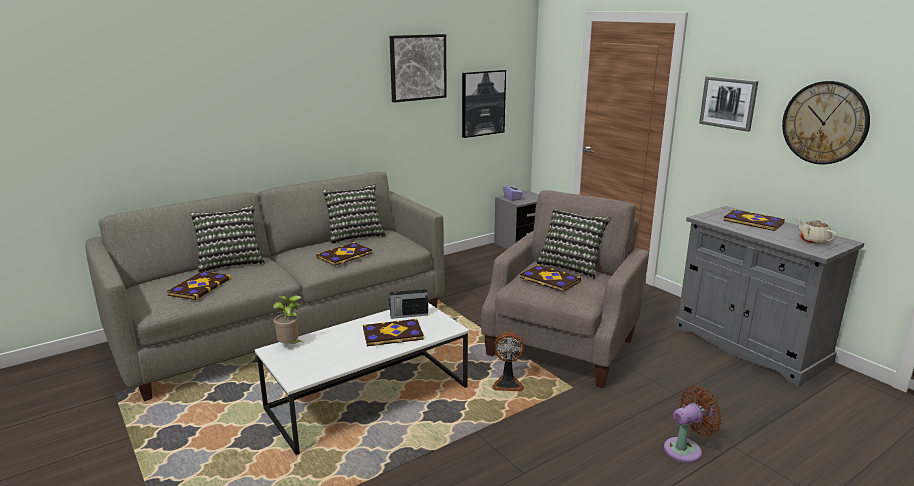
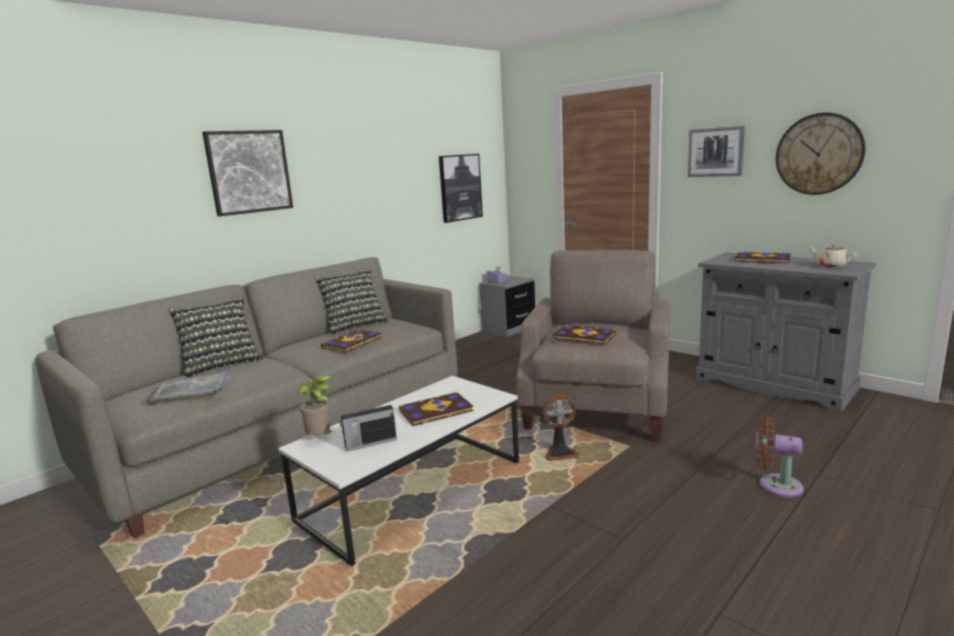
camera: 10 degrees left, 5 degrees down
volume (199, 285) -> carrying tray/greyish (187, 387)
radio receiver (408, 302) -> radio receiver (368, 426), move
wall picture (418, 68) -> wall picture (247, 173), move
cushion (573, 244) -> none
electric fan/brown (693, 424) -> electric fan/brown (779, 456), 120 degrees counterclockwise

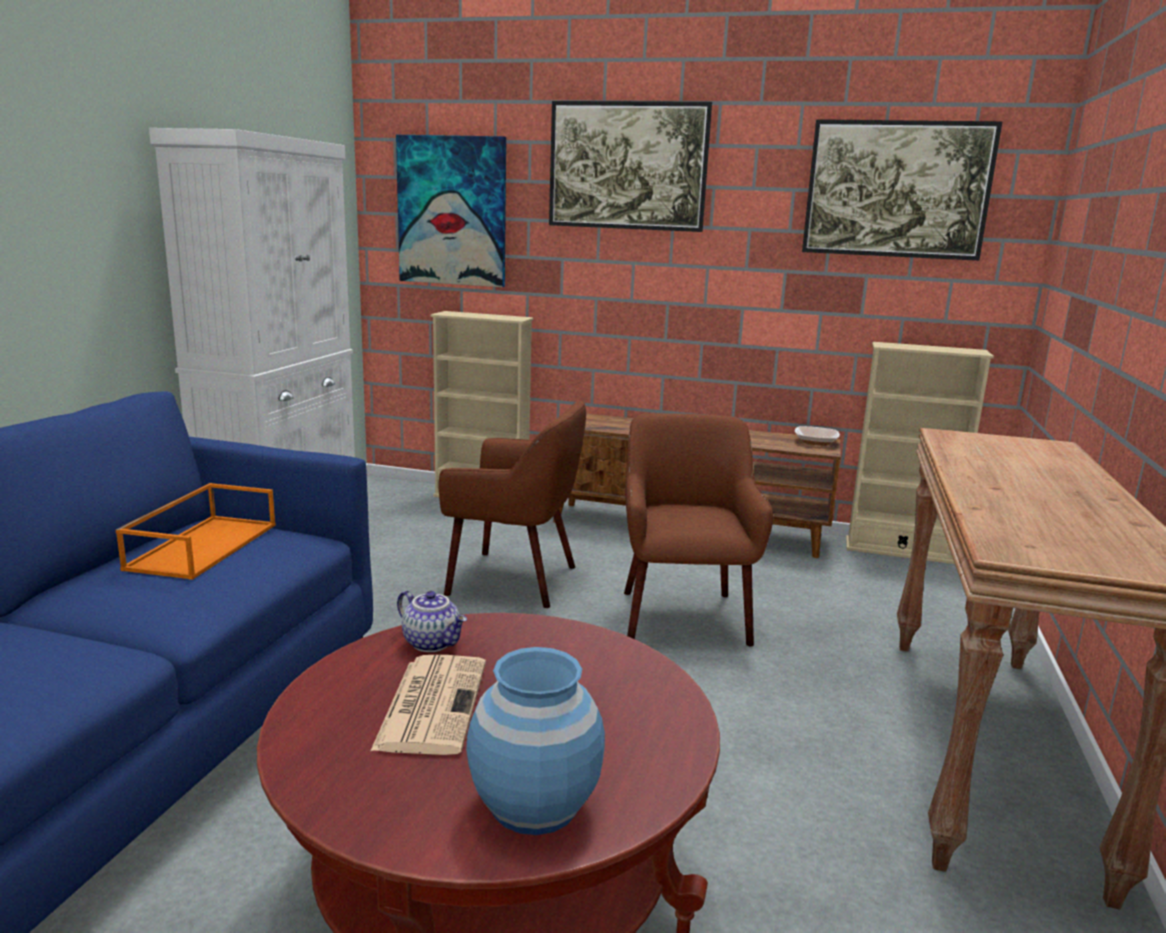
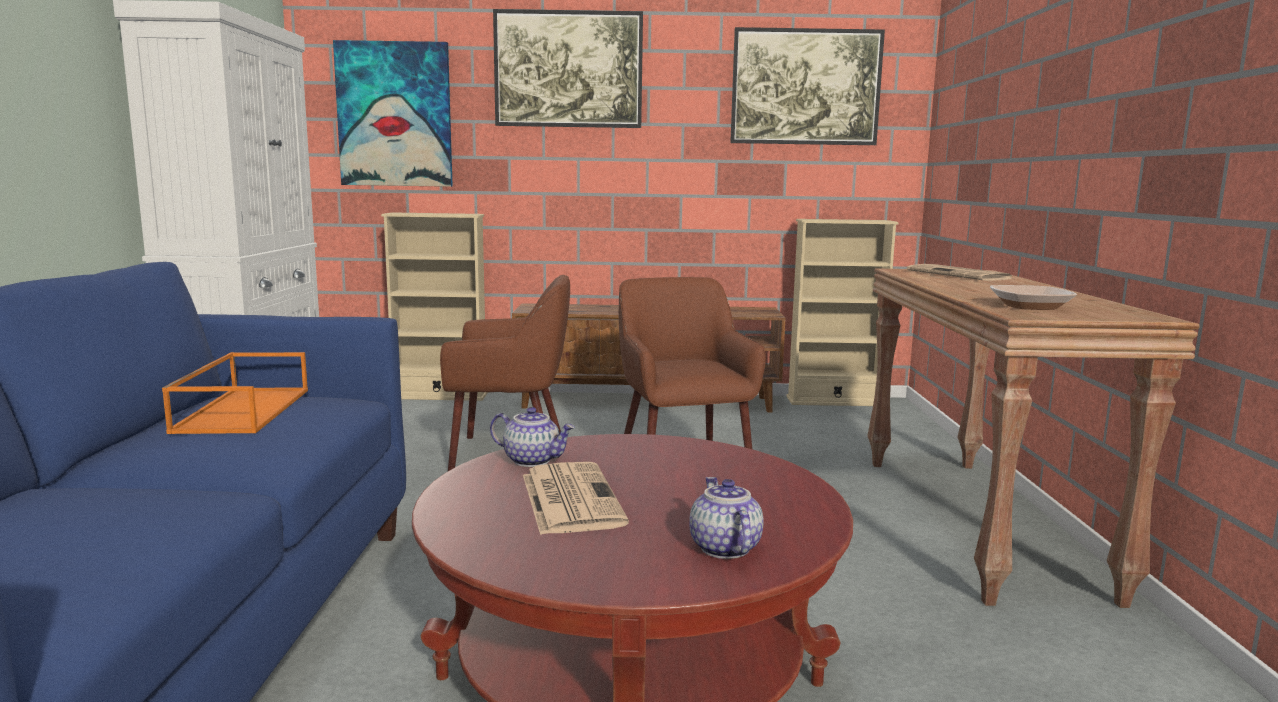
camera: 15 degrees left, 5 degrees down
decorative vase/blue-coloured (535, 741) -> teapot (726, 518)
bowl (817, 436) -> bowl (1033, 297), move
none -> printed paper (960, 272)

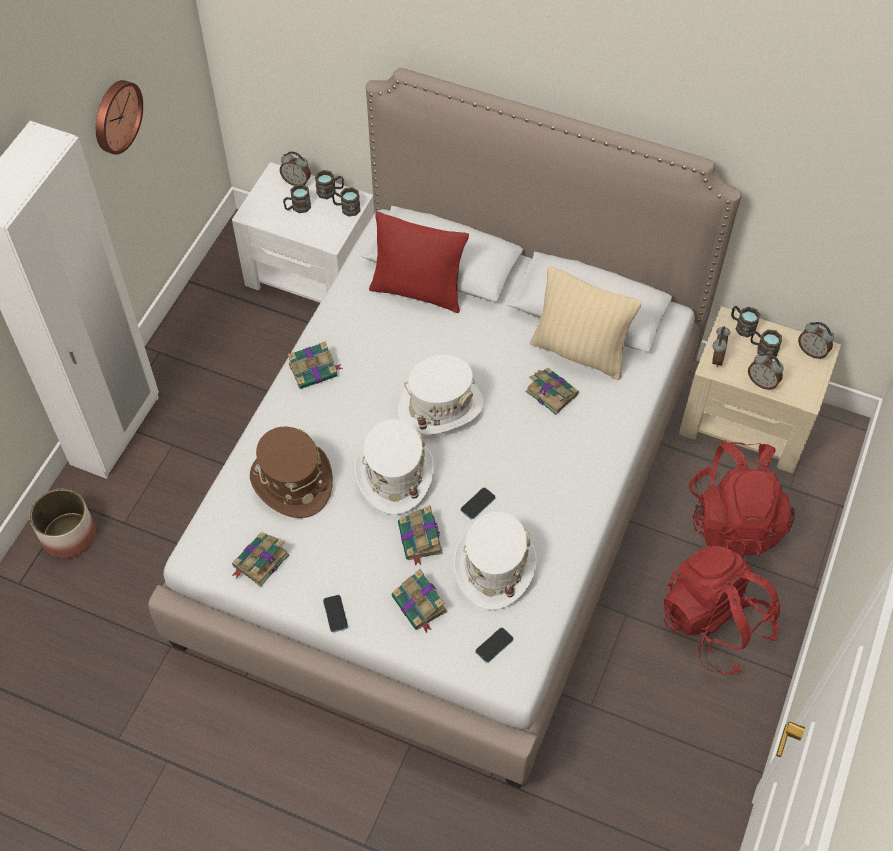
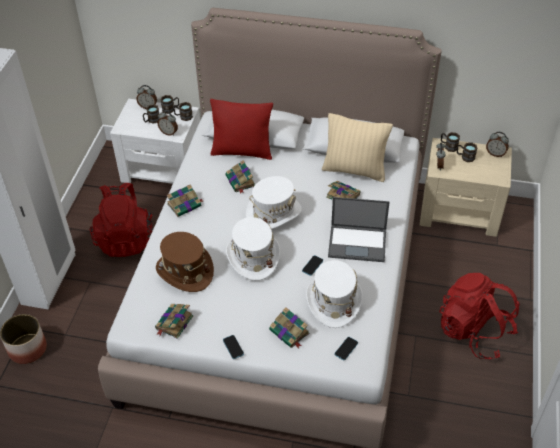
camera: 10 degrees left, 10 degrees down
clock on the wall (119, 117) -> none
volume (420, 535) -> volume (240, 176), move
rucksack/red-coloured (742, 498) -> rucksack/red-coloured (121, 220), move
bedside clock (766, 371) -> bedside clock (168, 123), move
none -> notebook computer (359, 229)

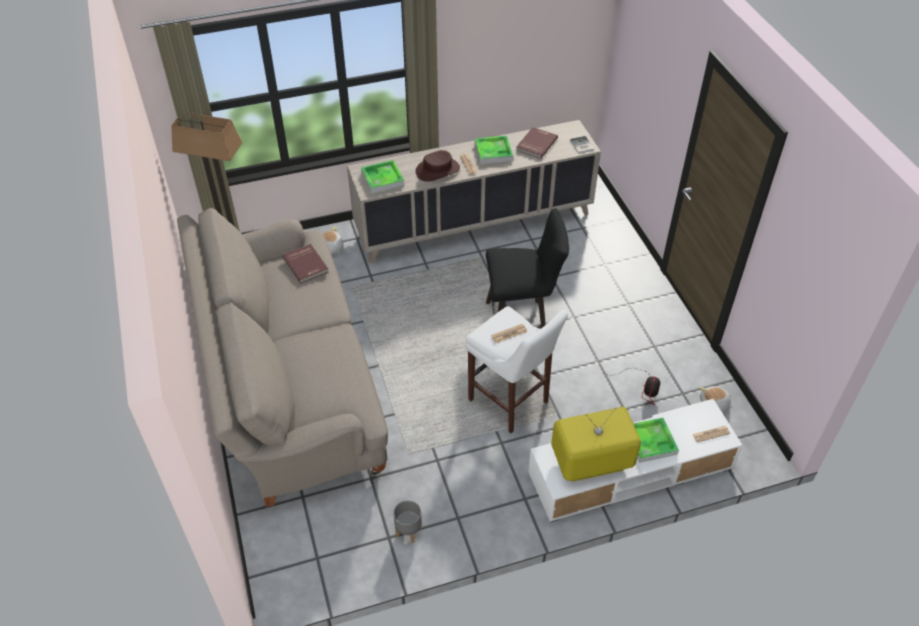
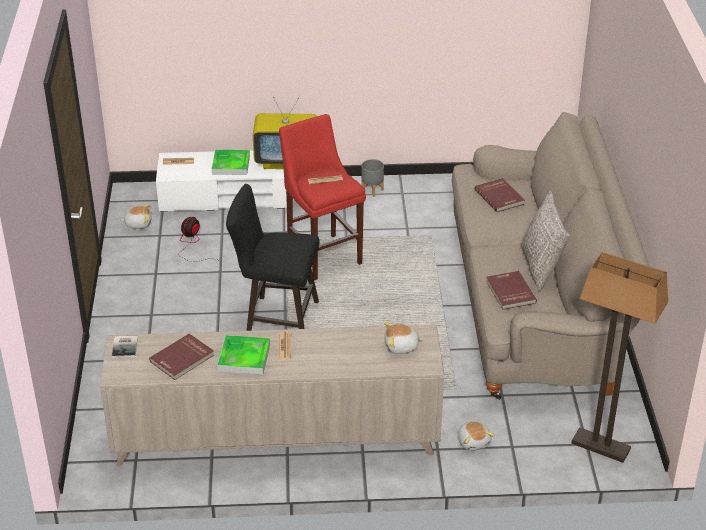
camera: 165 degrees left, 10 degrees down
carrying tray (382, 176) -> plush toy (404, 338)
flower pot/greyish (407, 522) -> flower pot/greyish (372, 178), move
clothing hat/brown (438, 166) -> none
sitting stool/whitish (516, 369) -> sitting stool/red-coloured (322, 197)
none -> volume/red-coloured (499, 195)
none -> cushion/greyish (545, 241)

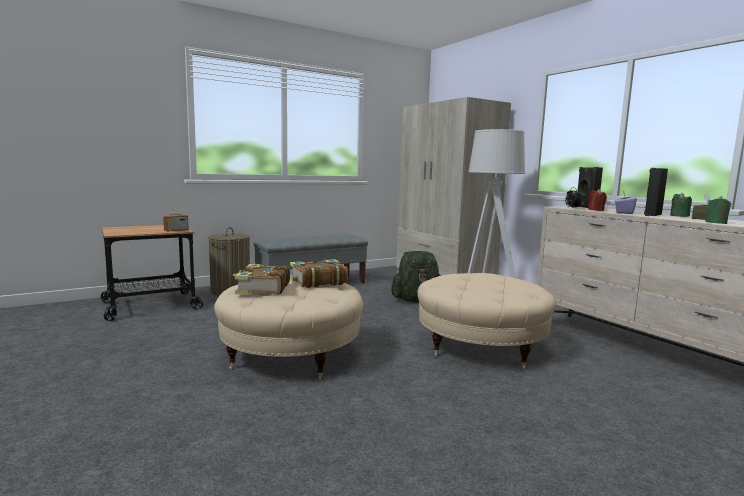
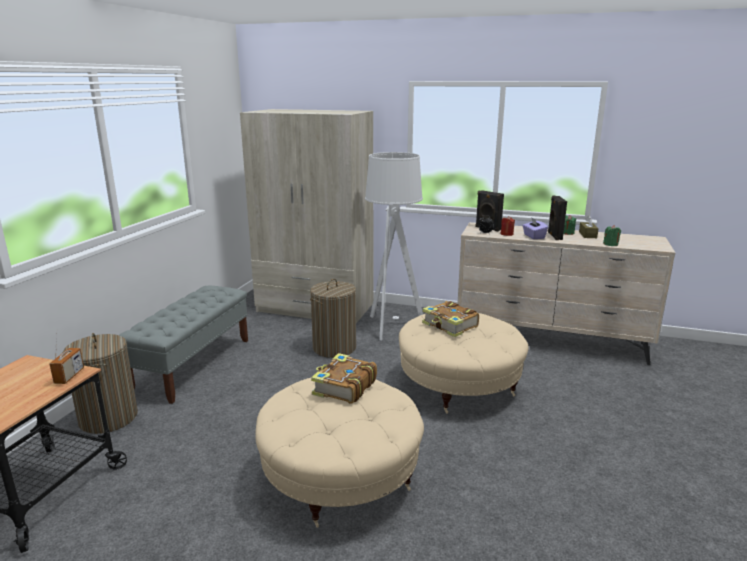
camera: 40 degrees left, 10 degrees up
volume (261, 279) -> volume (450, 319), move
rucksack/greenish (416, 277) -> hamper (333, 318)

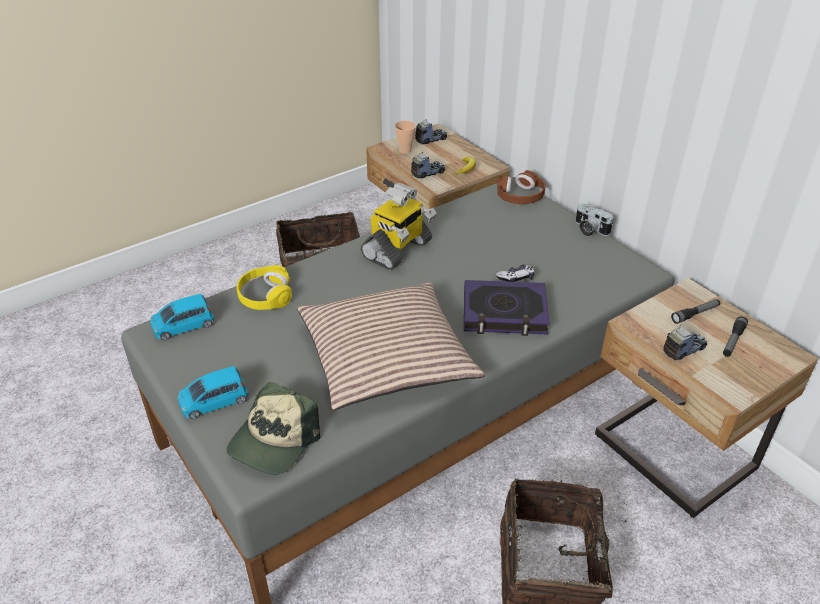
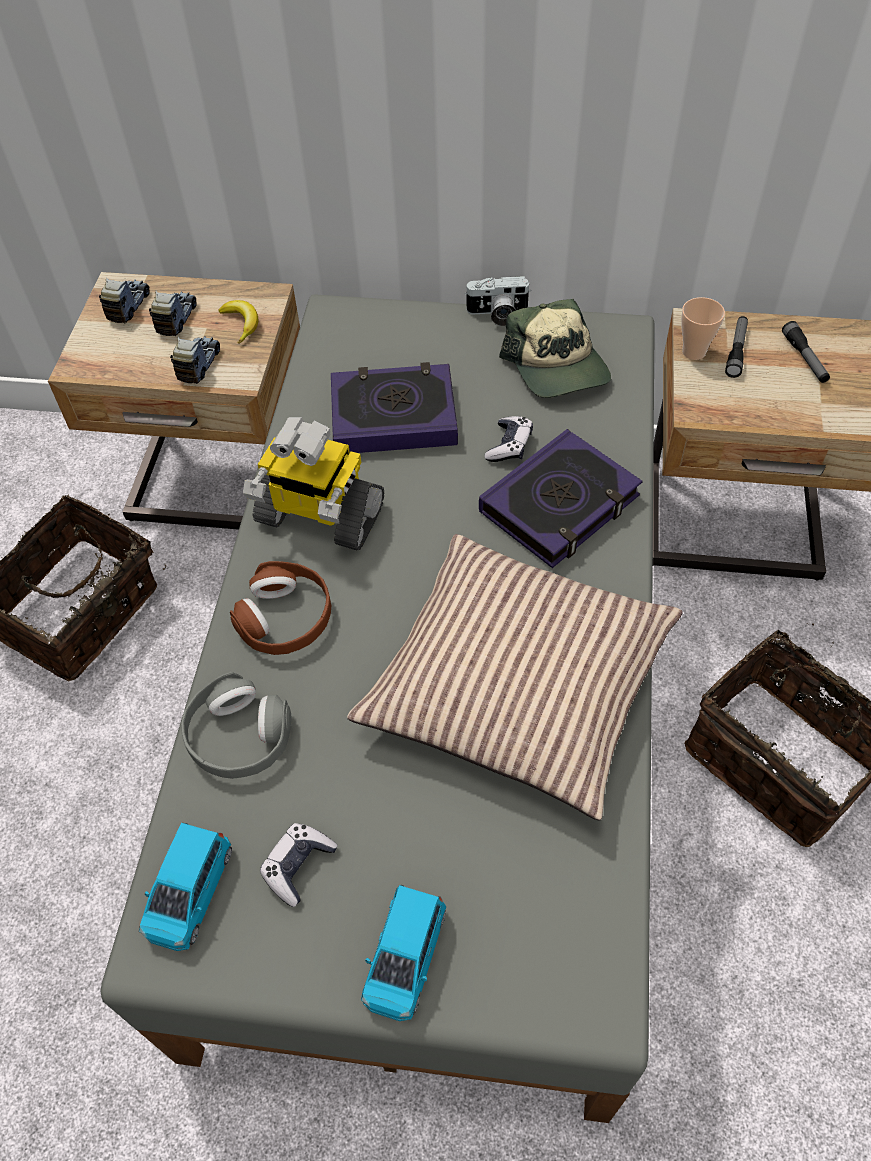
camera: 45 degrees left, 15 degrees up
peaked cap (273, 428) -> peaked cap (555, 348), move
headphones/yellowish (264, 287) -> headphones/greyish (236, 725)
robot figure (399, 226) -> robot figure (313, 483), 120 degrees clockwise
cup (405, 137) -> cup (703, 328), move
headphones/brown (521, 187) -> headphones/brown (280, 608), move
model truck (685, 342) -> model truck (173, 313), move
none -> gamepad (299, 865)
none -> volume (394, 407)

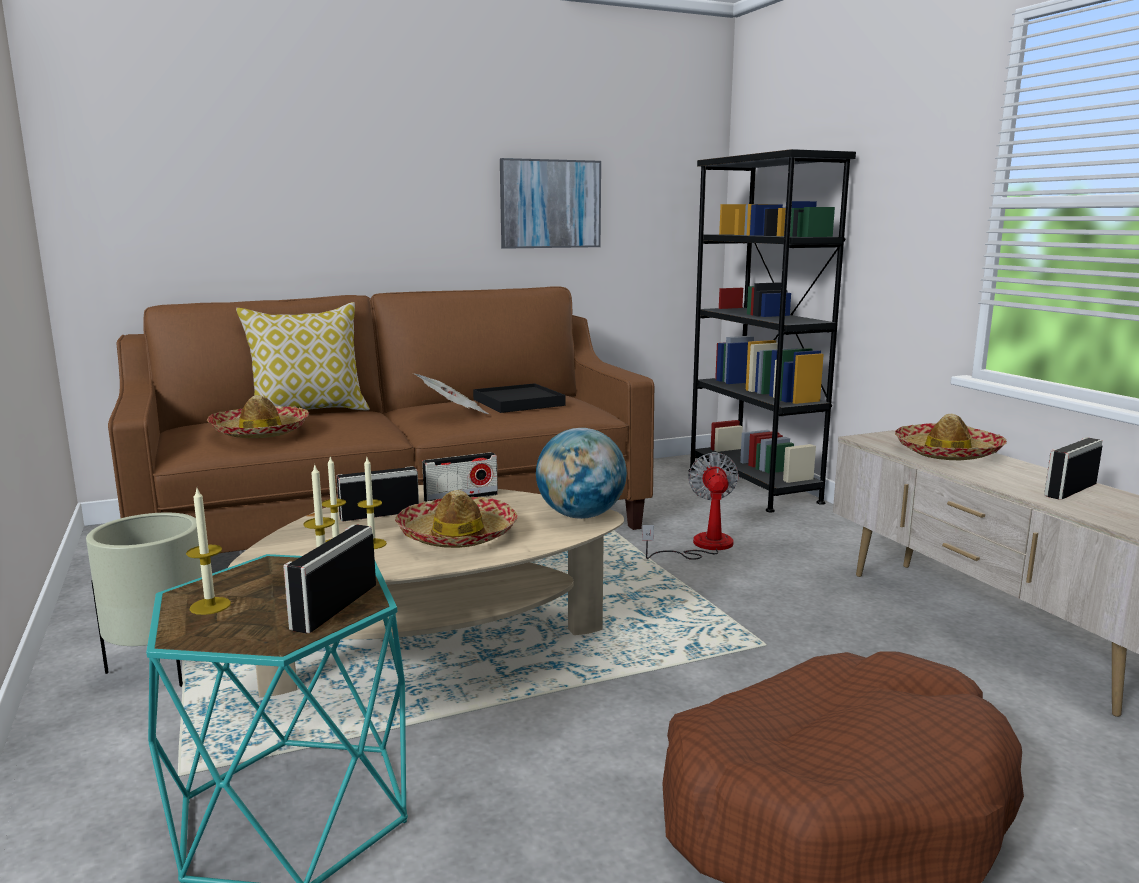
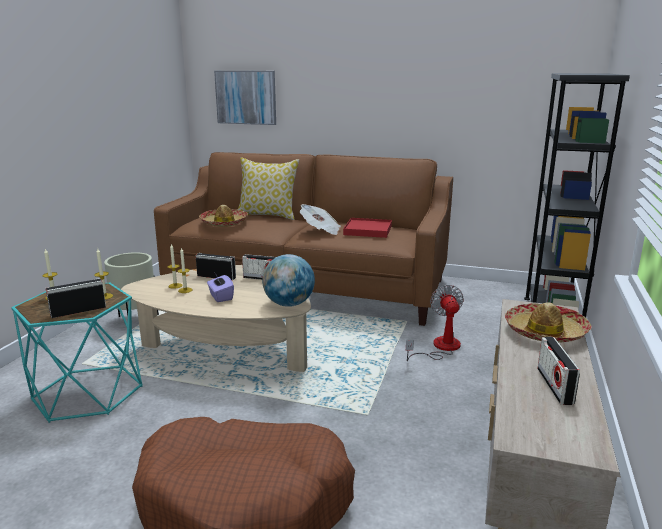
camera: 40 degrees right, 5 degrees up
clothing hat (456, 519) -> tissue holder/purplish (220, 288)
carrying tray/black-coloured (519, 398) -> carrying tray/red-coloured (367, 228)
wall picture (550, 203) -> wall picture (245, 98), move
electric fan (690, 506) -> electric fan (435, 323), 45 degrees counterclockwise
radio receiver (1073, 468) -> radio receiver (558, 371), 90 degrees counterclockwise

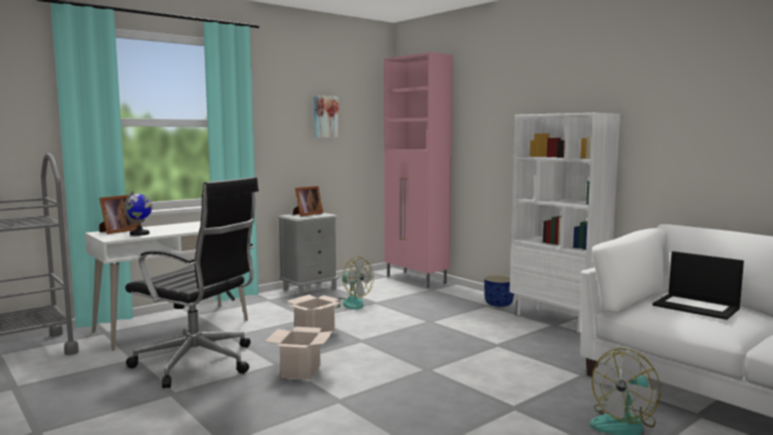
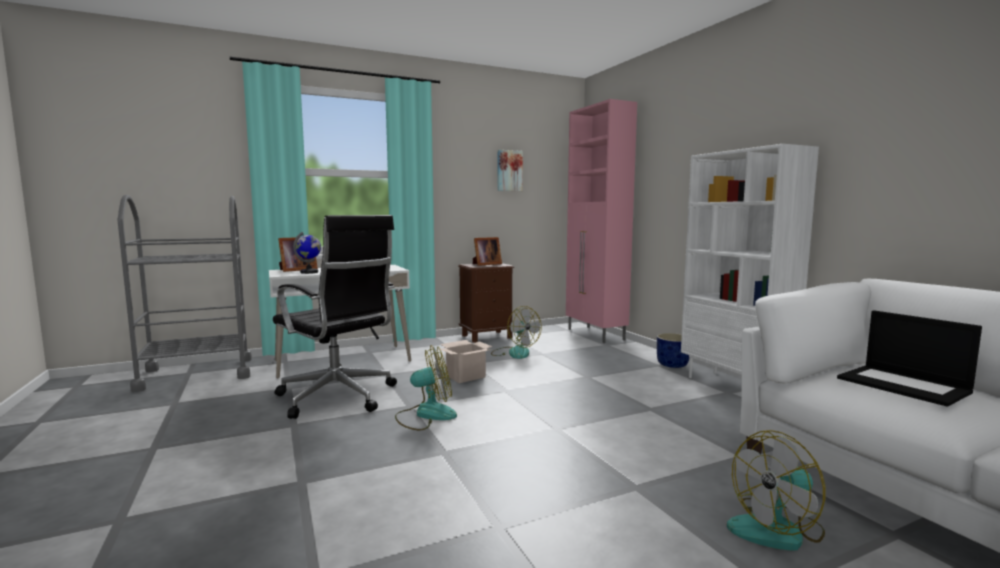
camera: 15 degrees right, 0 degrees up
carton (299, 353) -> electric fan (426, 387)
night table/greyish (307, 254) -> night table/brown (486, 303)

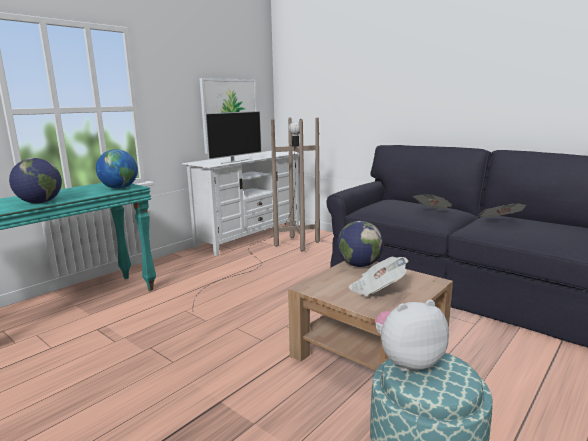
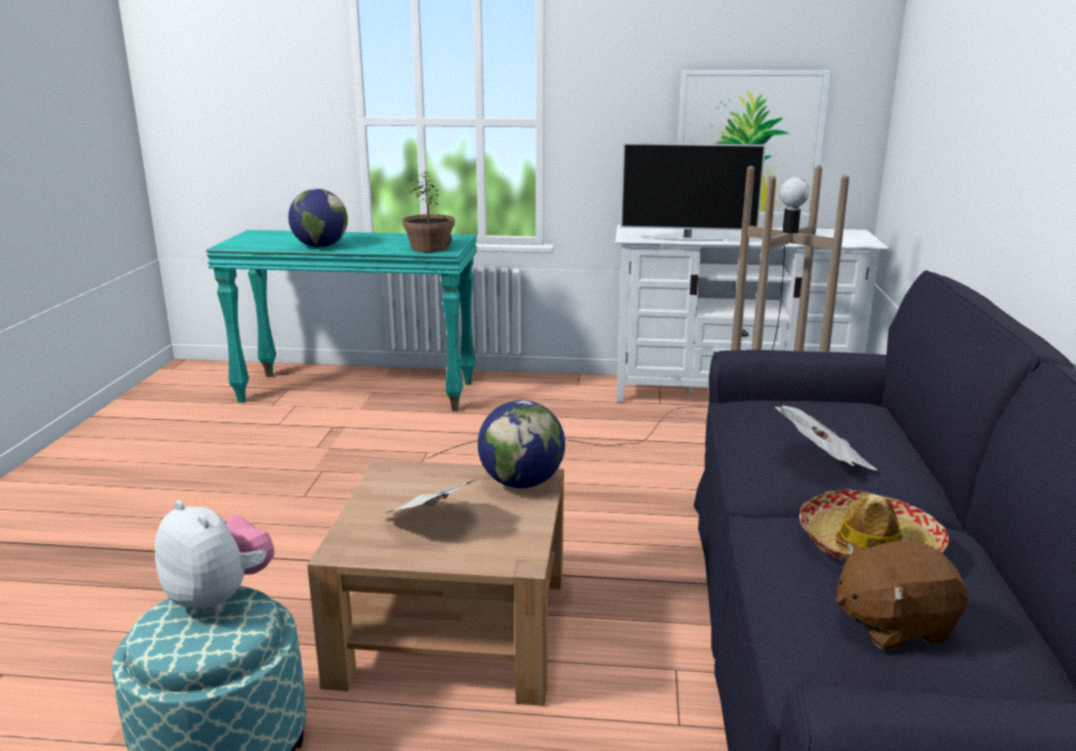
camera: 55 degrees right, 5 degrees up
desk globe (117, 169) -> potted plant (428, 212)
printed paper (502, 210) -> clothing hat (874, 525)
none -> plush toy/brown (902, 595)

